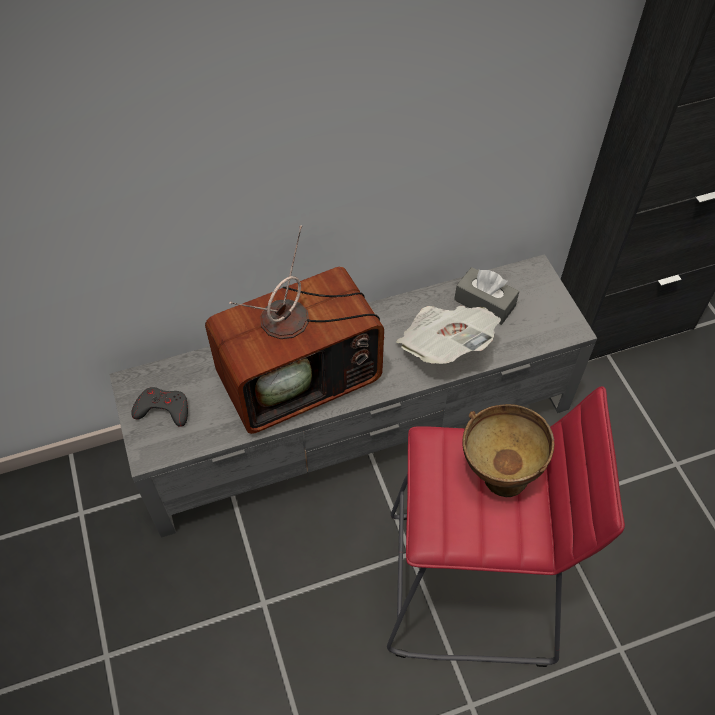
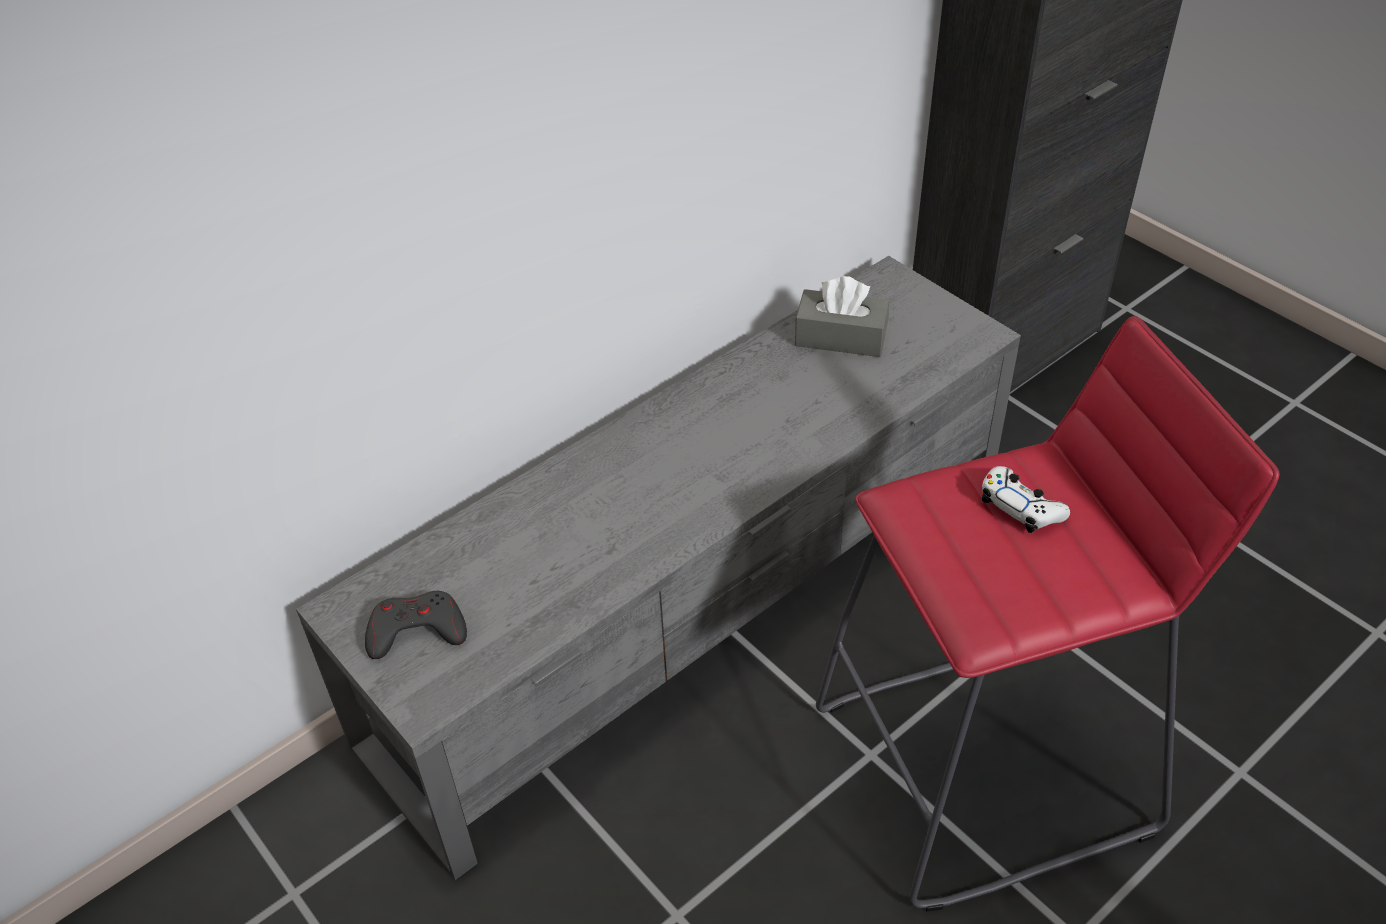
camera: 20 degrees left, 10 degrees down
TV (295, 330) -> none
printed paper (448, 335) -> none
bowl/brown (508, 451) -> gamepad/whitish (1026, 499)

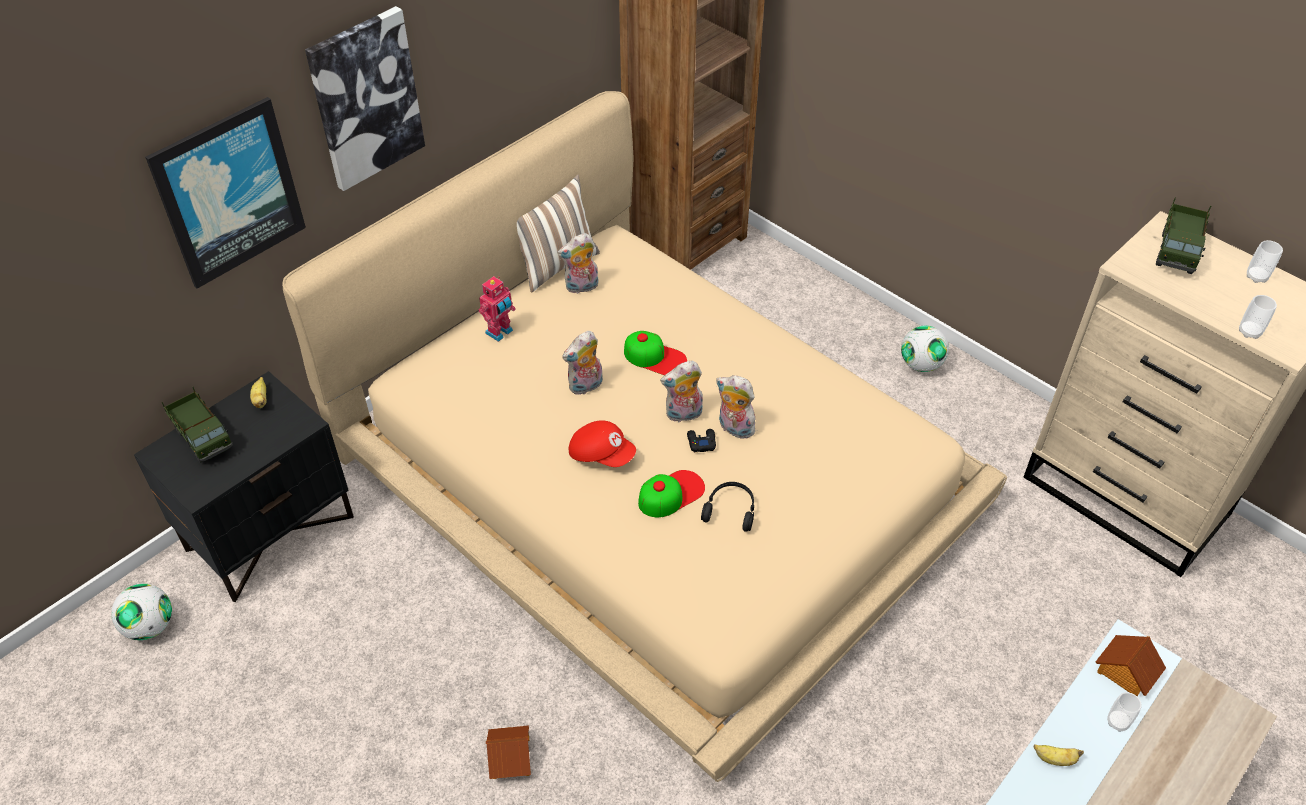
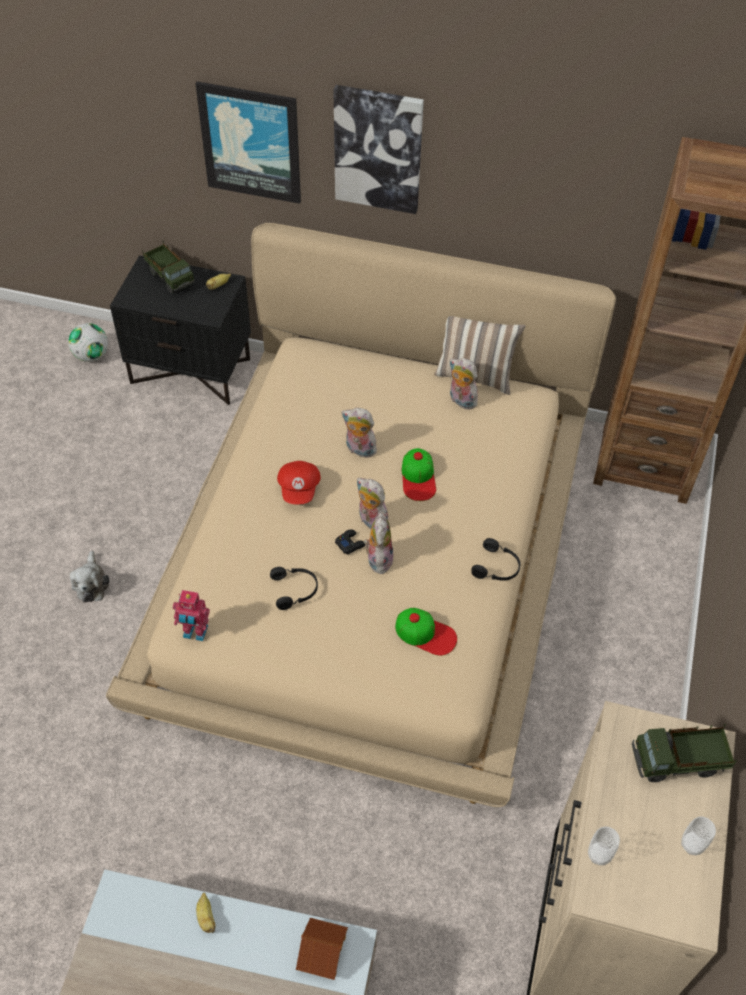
camera: 60 degrees right, 5 degrees up
model truck (197, 425) -> model truck (168, 267), 60 degrees counterclockwise
robot figure (497, 309) -> robot figure (191, 615), move
toy house (508, 752) -> plush toy (89, 576)
peaked cap (671, 493) -> peaked cap (426, 632), move
football (925, 349) -> none
cup (1124, 712) -> none
none -> headphones/black-coloured (495, 559)

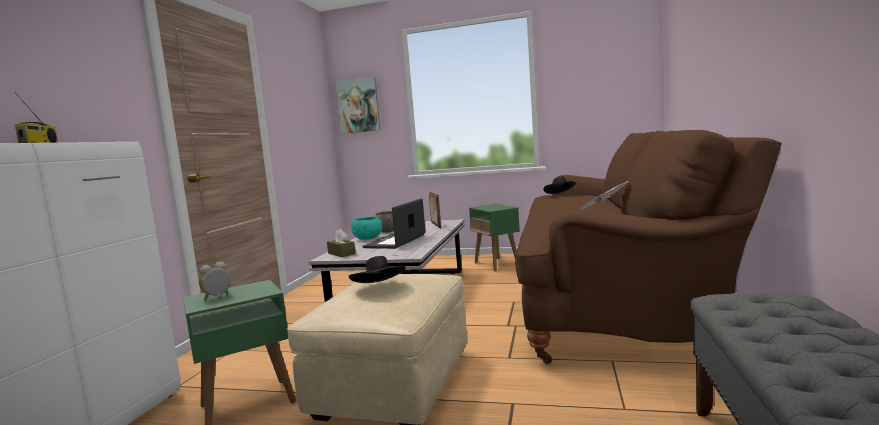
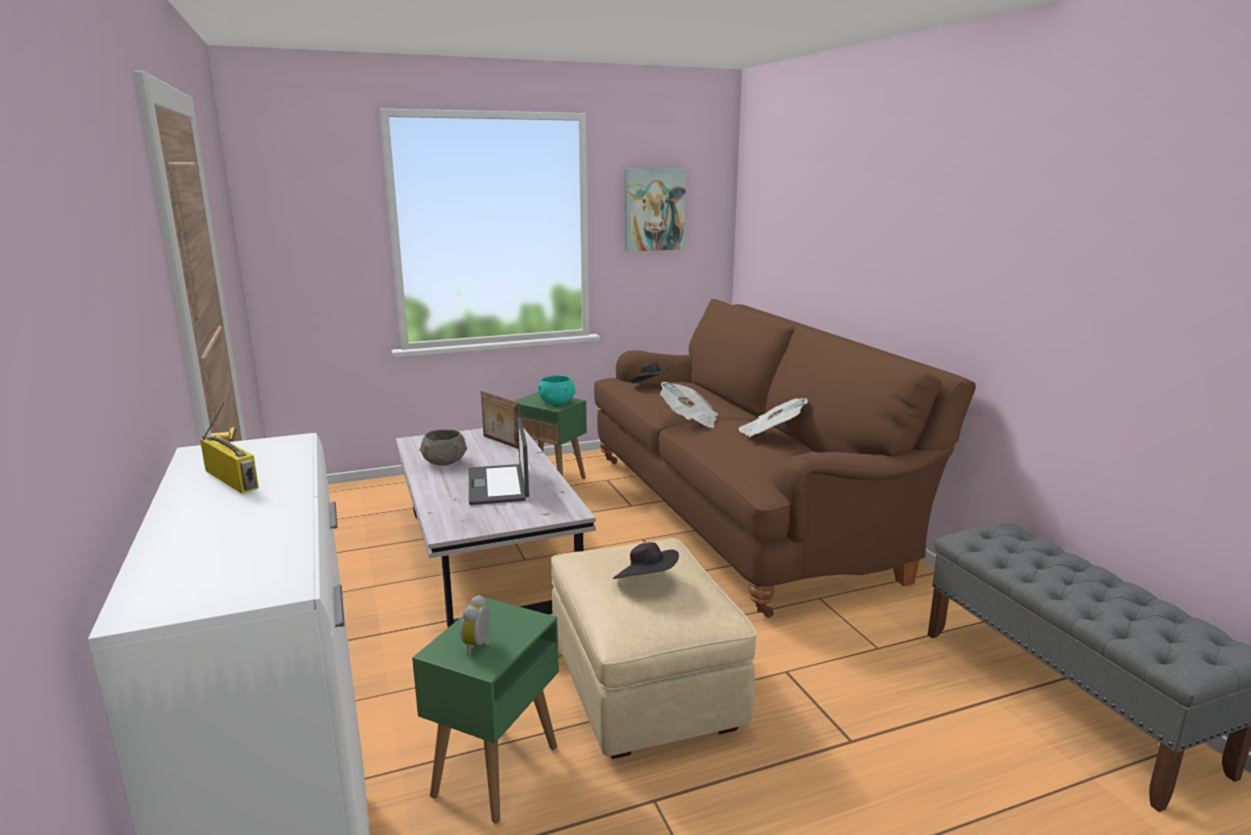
camera: 35 degrees left, 10 degrees up
tissue holder/brown (341, 243) -> none
wall picture (358, 105) -> wall picture (655, 210), move
bowl/turquoise (366, 228) -> bowl/turquoise (557, 390), move
none -> printed paper (689, 405)

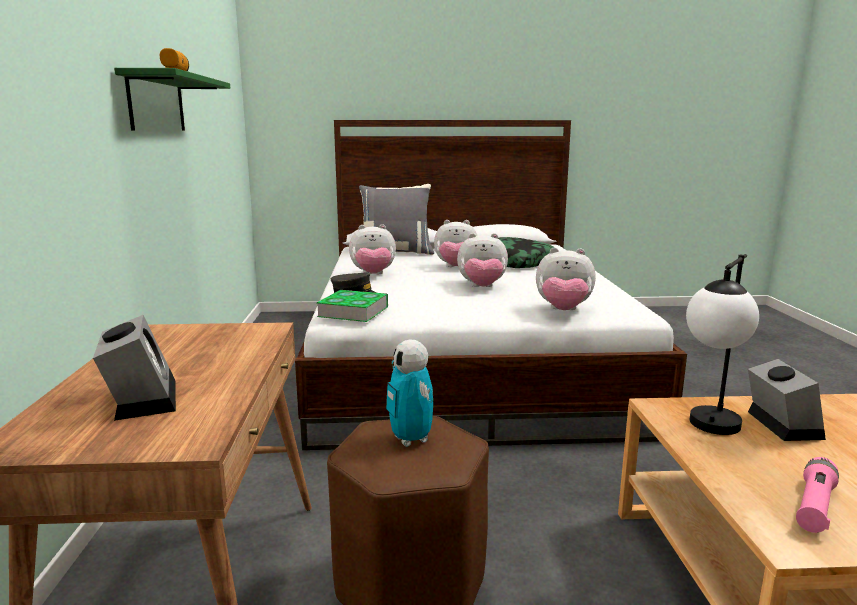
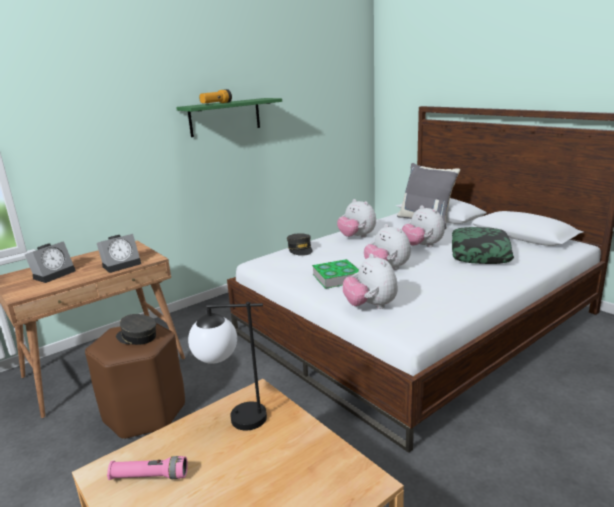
camera: 55 degrees right, 5 degrees up
volume (352, 306) -> volume (335, 274), move
robot figure (409, 393) -> peaked cap/greyish (136, 329)
bedside clock (787, 400) -> bedside clock (119, 253), move

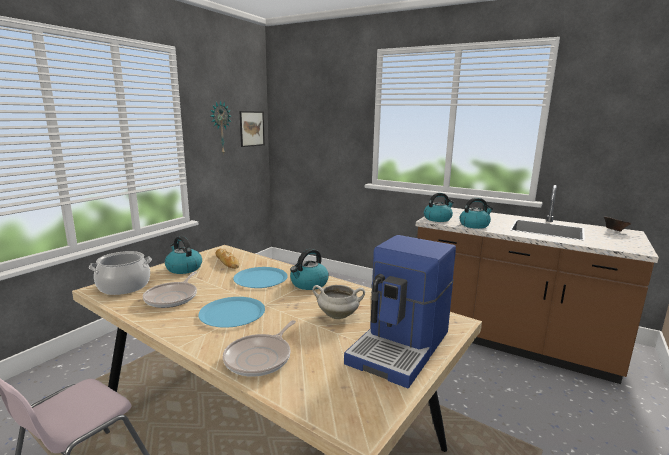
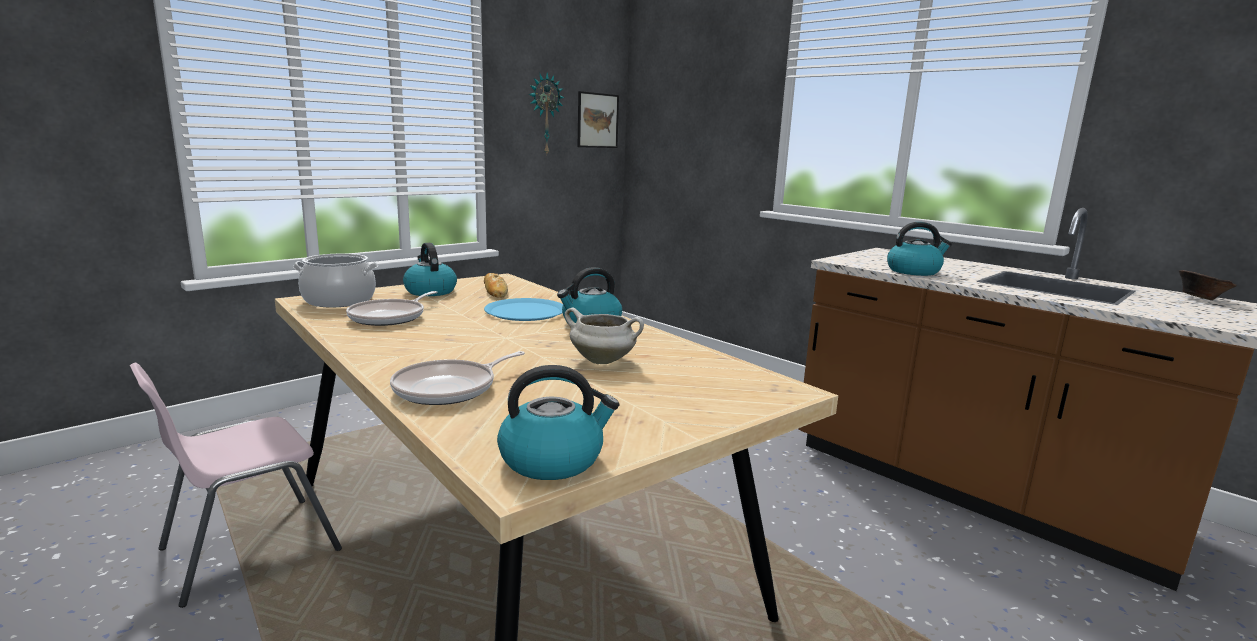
camera: 15 degrees right, 0 degrees up
dinner plate/blue-coloured (231, 312) -> none
coffee brewer (400, 312) -> none
water kettle (439, 207) -> water kettle (558, 422), move

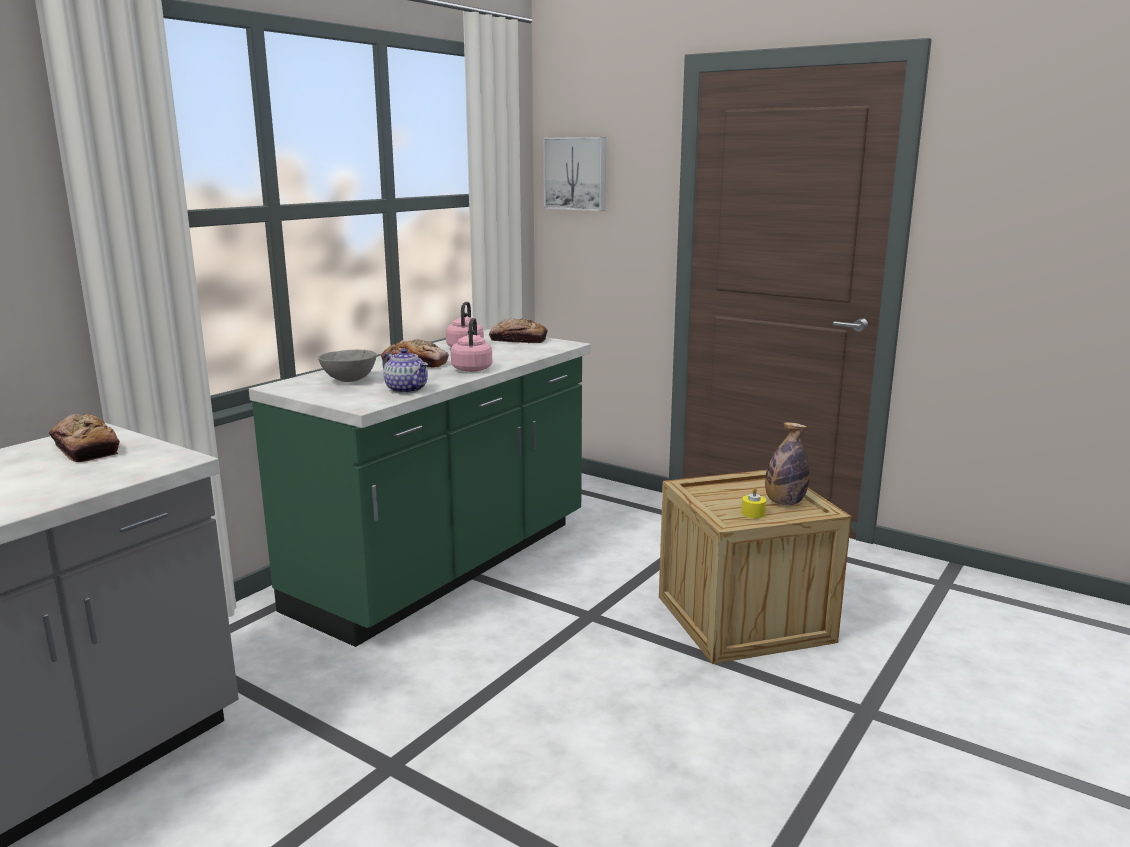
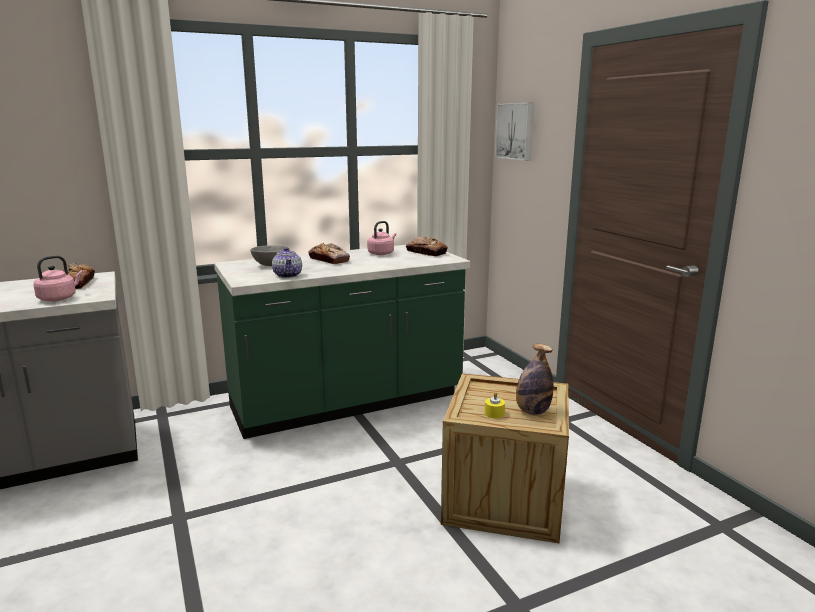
camera: 30 degrees right, 0 degrees up
water kettle/pinkish (471, 345) -> water kettle/pinkish (58, 278), move

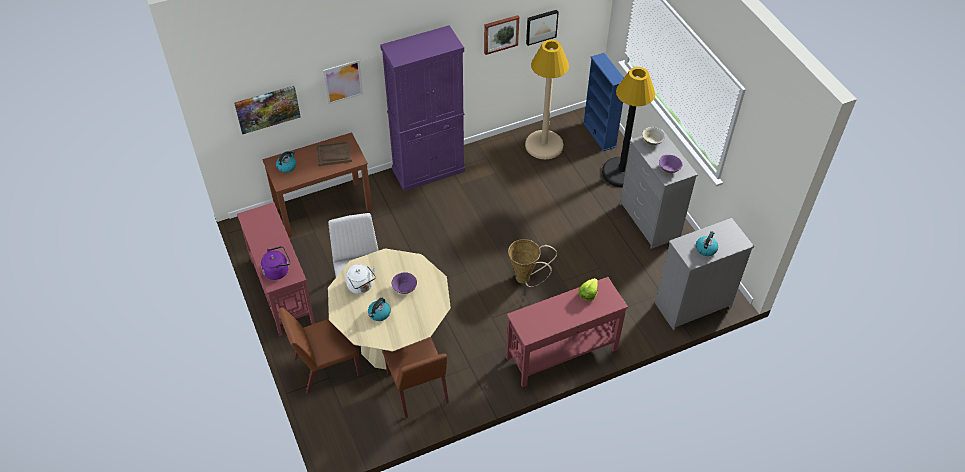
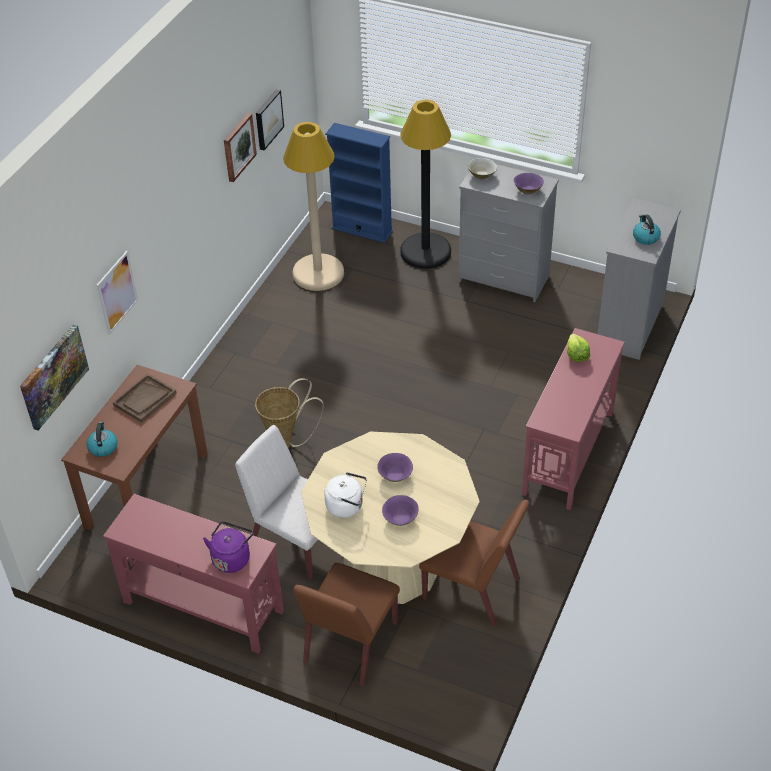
camera: 40 degrees left, 5 degrees down
water kettle (379, 309) -> bowl/purplish (400, 510)
cupboard/purplish (422, 108) -> none
household basket (532, 263) -> household basket (289, 413), move

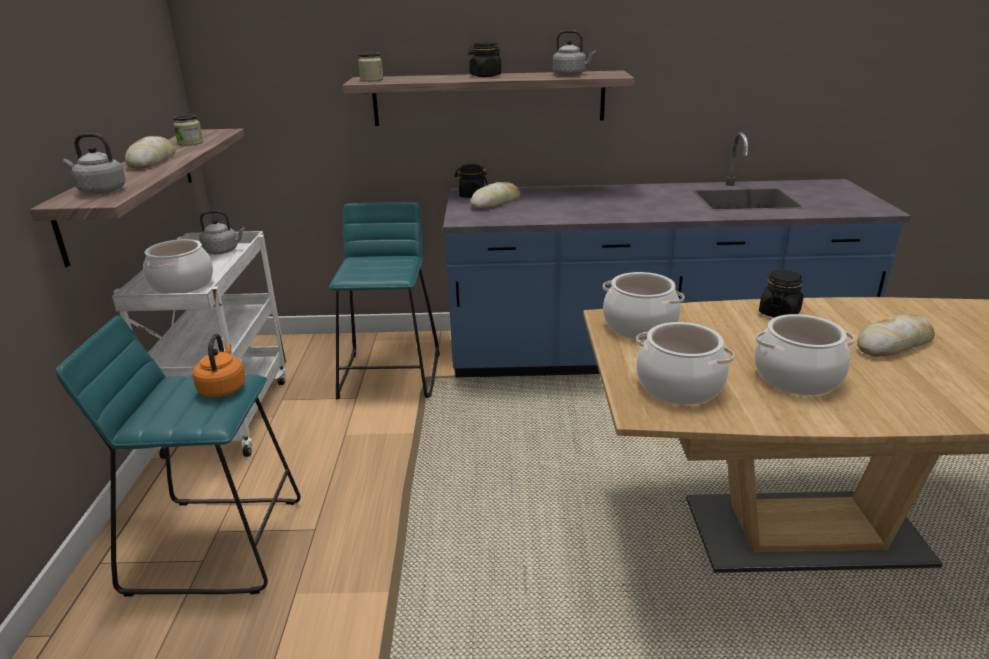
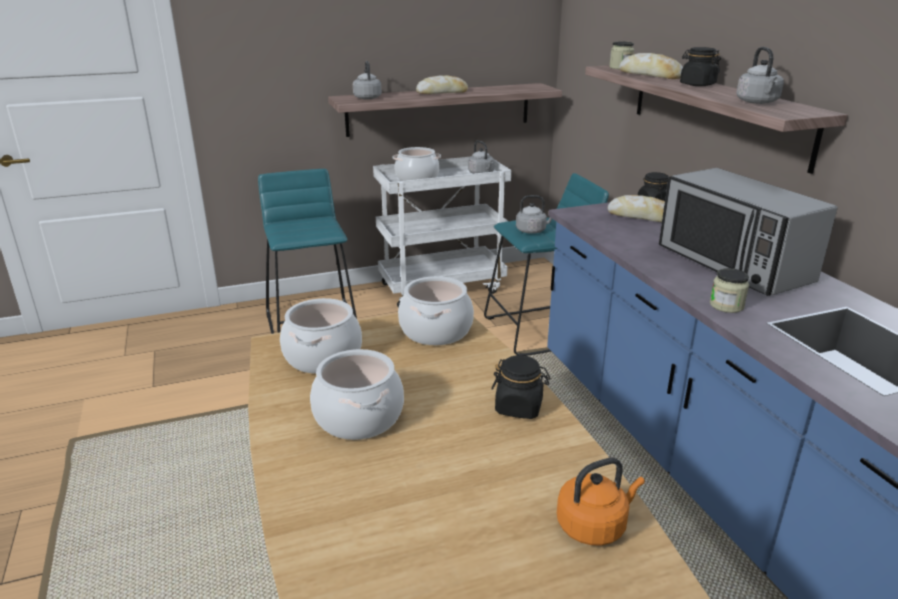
camera: 70 degrees right, 0 degrees up
jar (188, 130) -> jar (729, 290), move
water kettle/orange-coloured (219, 365) -> water kettle/orange-coloured (601, 501), move
bakery bread (896, 335) -> bakery bread (651, 66), move
none -> water kettle/greyish (534, 214)
none -> kitchen microwave (748, 232)

